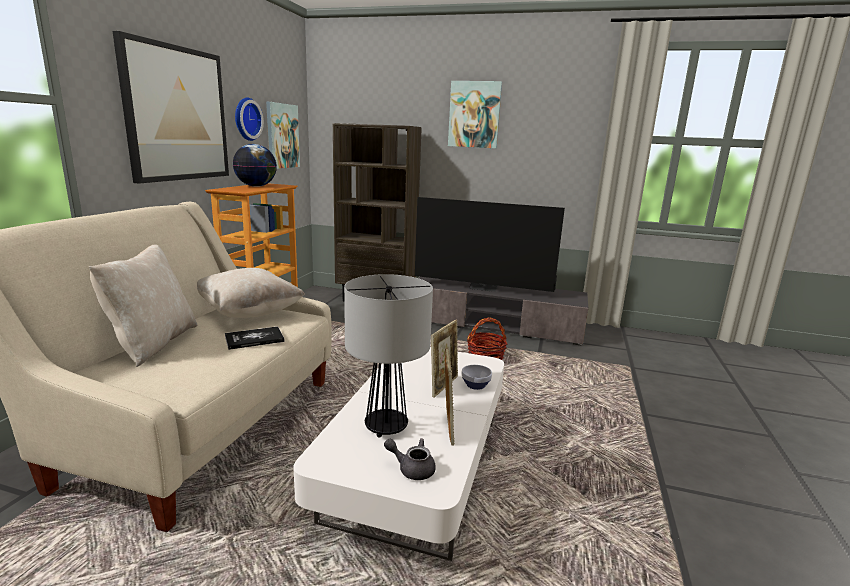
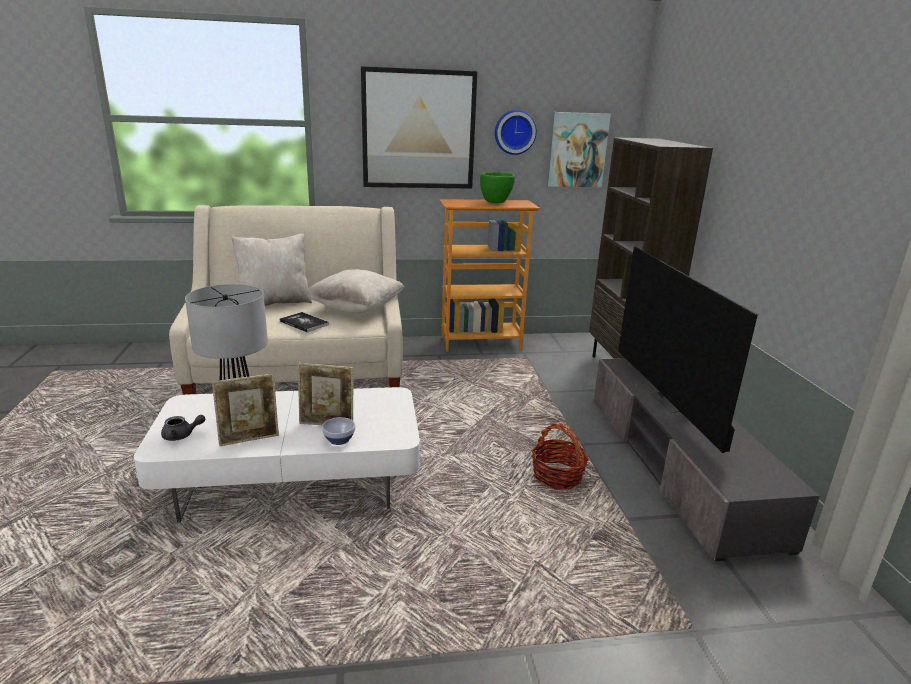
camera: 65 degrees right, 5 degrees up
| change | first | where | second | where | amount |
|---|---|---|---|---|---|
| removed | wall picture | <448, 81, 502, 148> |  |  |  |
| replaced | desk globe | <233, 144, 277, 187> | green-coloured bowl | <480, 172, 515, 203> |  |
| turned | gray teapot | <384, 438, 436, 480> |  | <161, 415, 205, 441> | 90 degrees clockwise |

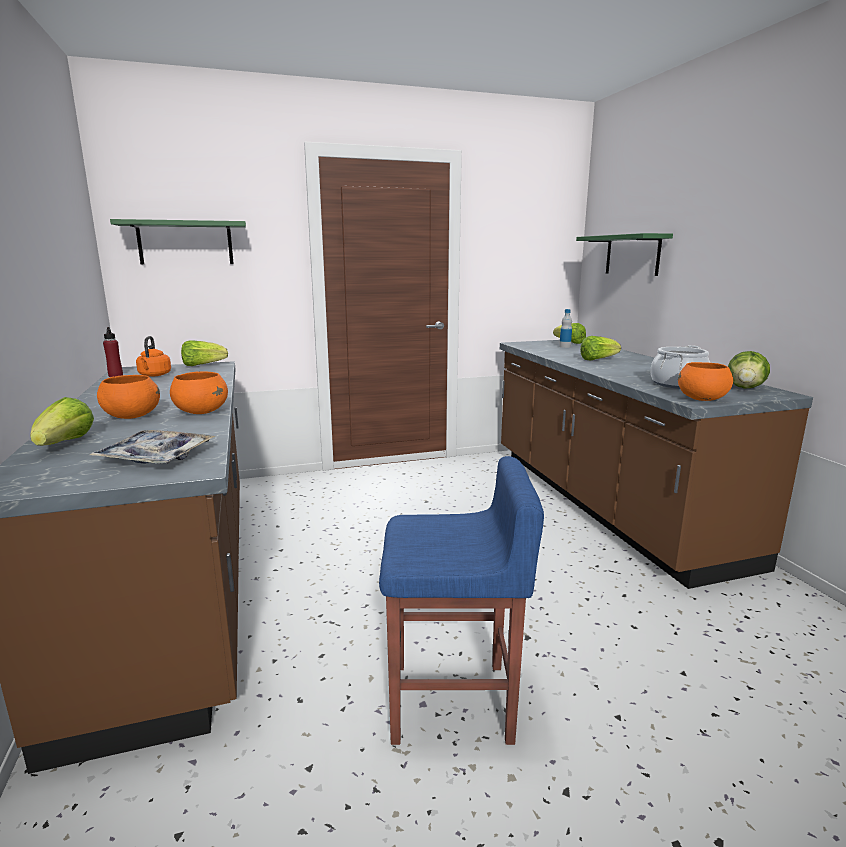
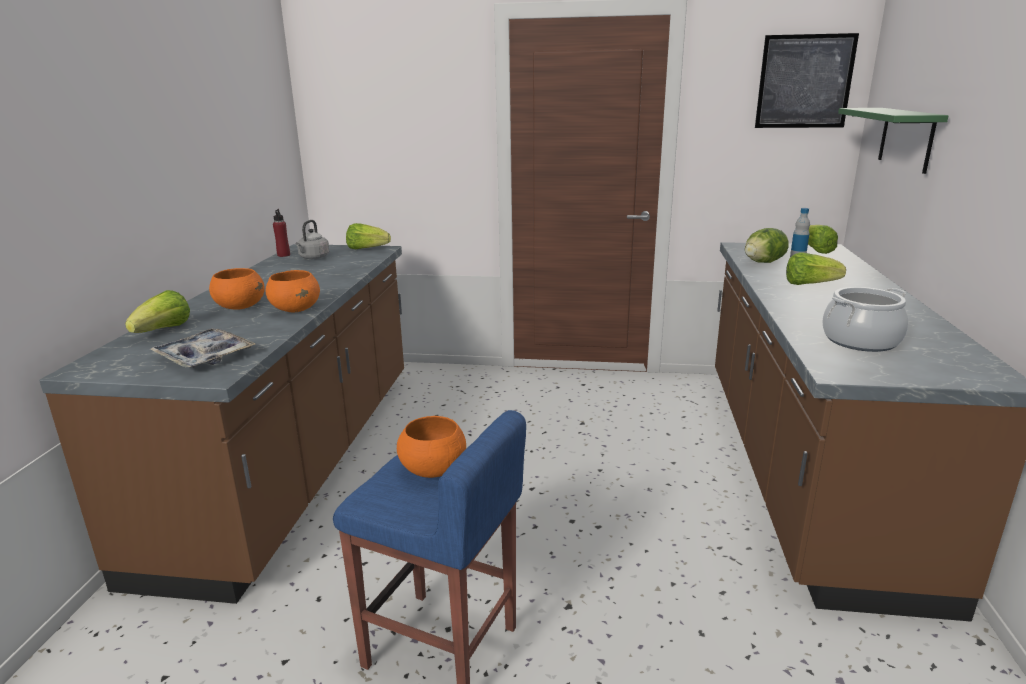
camera: 25 degrees right, 5 degrees up
| change | first | where | second | where | amount |
|---|---|---|---|---|---|
| removed | green-coloured bracket shelf | <110, 219, 246, 264> |  |  |  |
| added |  |  | wall picture | <755, 33, 859, 128> |  |
| moved | orangey bowl | <678, 362, 733, 401> |  | <397, 416, 466, 478> |  |
| moved | head of lettuce | <728, 351, 770, 389> |  | <745, 228, 789, 263> |  |
| recoloured | orangey tea kettle | <136, 336, 171, 377> | gray tea kettle | <295, 220, 329, 259> |  |

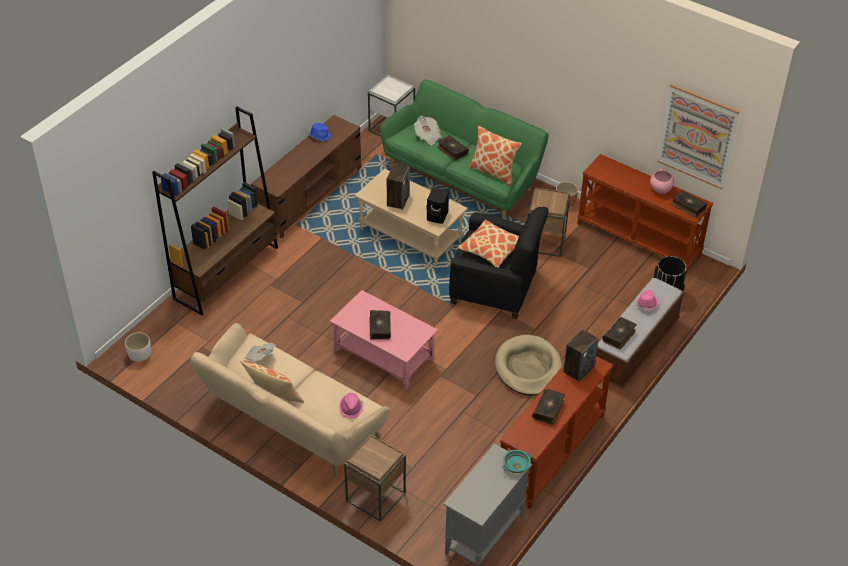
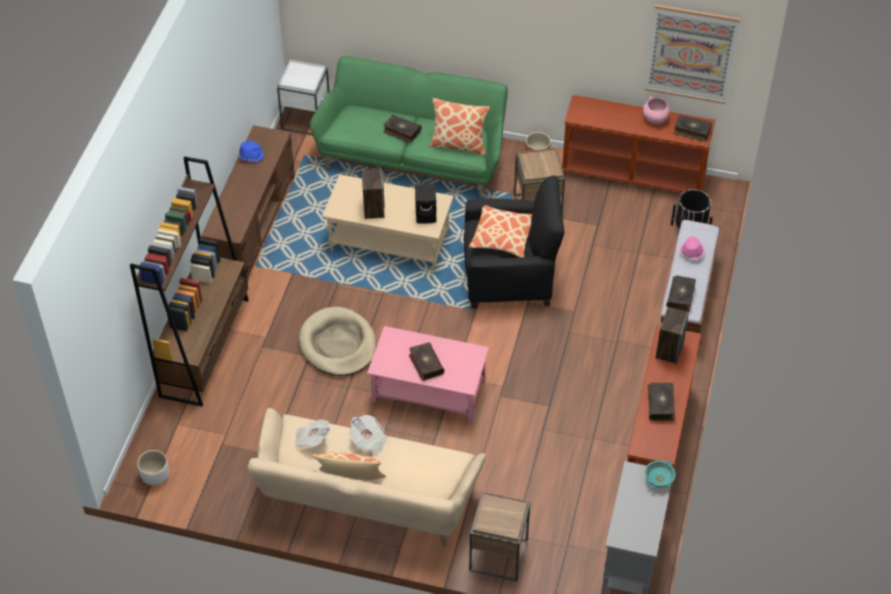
camera: 20 degrees left, 5 degrees up
| change | first | where | second | where | amount |
|---|---|---|---|---|---|
| removed | pink-coloured clothing hat | <339, 393, 363, 418> |  |  |  |
| moved | newspaper | <414, 116, 442, 145> |  | <349, 415, 388, 455> |  |
| moved | sand-coloured pet bed | <495, 335, 562, 396> |  | <299, 307, 376, 376> |  |

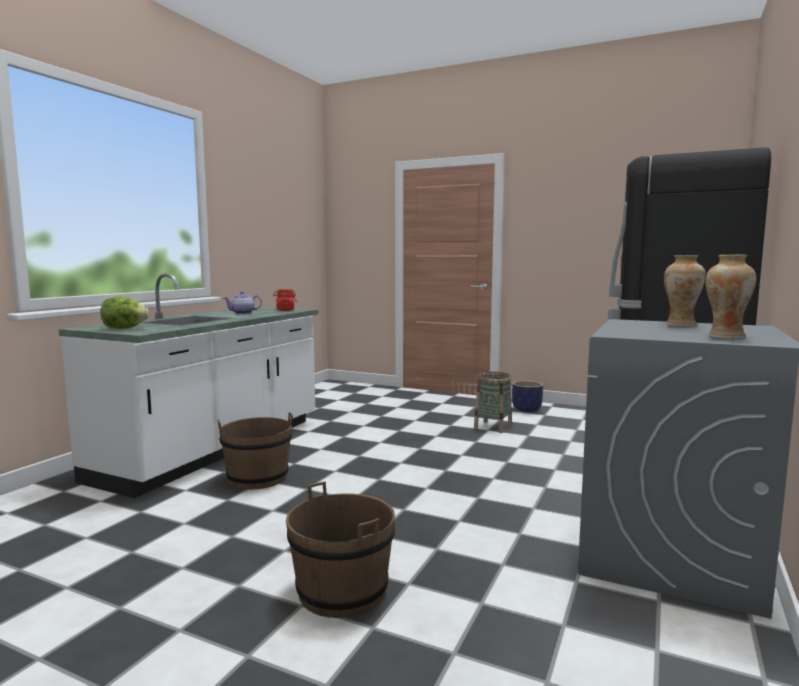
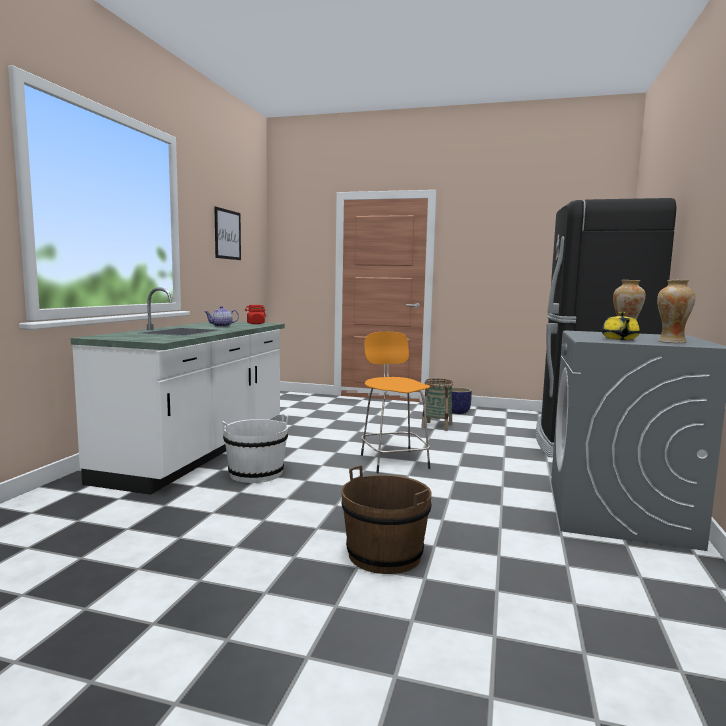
camera: 10 degrees left, 0 degrees up
| change | first | where | second | where | amount |
|---|---|---|---|---|---|
| removed | head of lettuce | <100, 297, 149, 329> |  |  |  |
| added |  |  | wall picture | <214, 207, 241, 260> |  |
| added |  |  | orangey stool | <361, 332, 430, 473> |  |
| added |  |  | yellow-coloured teapot | <602, 312, 640, 340> |  |
| recoloured | brown-coloured pail | <217, 412, 293, 490> | white-coloured pail | <222, 414, 288, 483> |  |

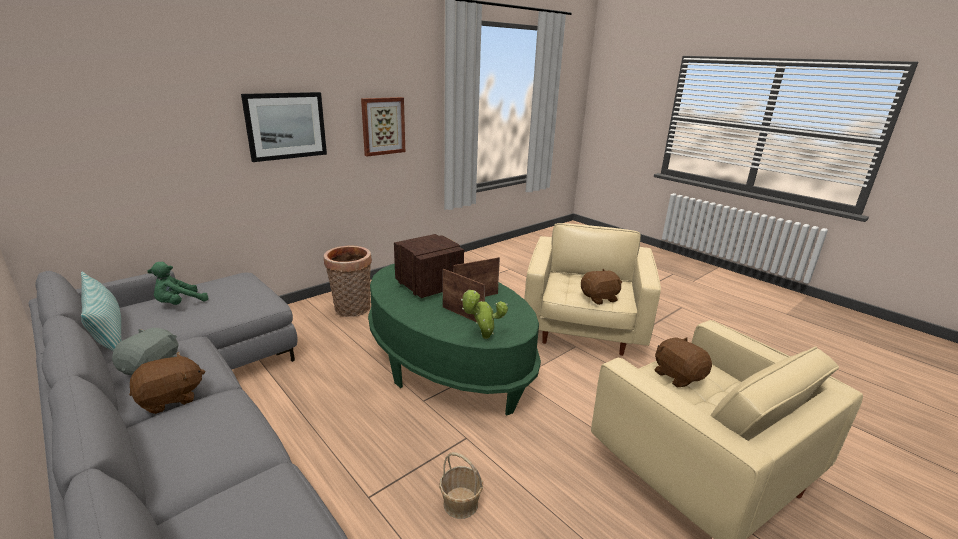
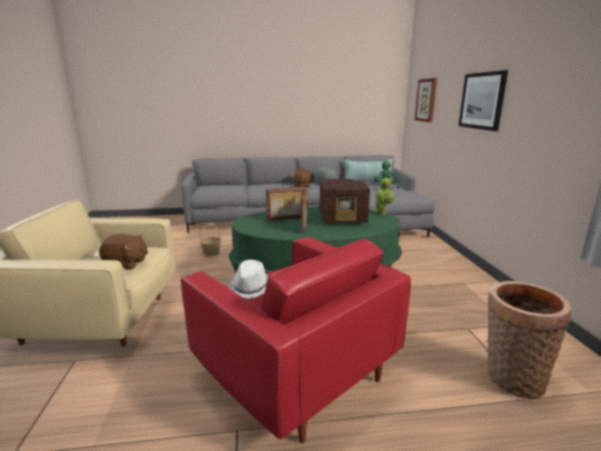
camera: 125 degrees right, 5 degrees down
| change | first | where | second | where | amount |
|---|---|---|---|---|---|
| moved | household basket | <324, 245, 372, 317> |  | <487, 281, 571, 399> |  |
| moved | wall picture | <361, 97, 405, 156> |  | <415, 78, 437, 122> |  |
| moved | potted plant | <461, 290, 508, 339> |  | <375, 177, 394, 215> |  |
| replaced | brown-coloured cuddly toy | <581, 269, 622, 305> | white-coloured clothing hat | <229, 260, 269, 299> |  |
| recoloured | sand-coloured armchair | <524, 223, 661, 356> | red-coloured armchair | <181, 237, 411, 443> |  |

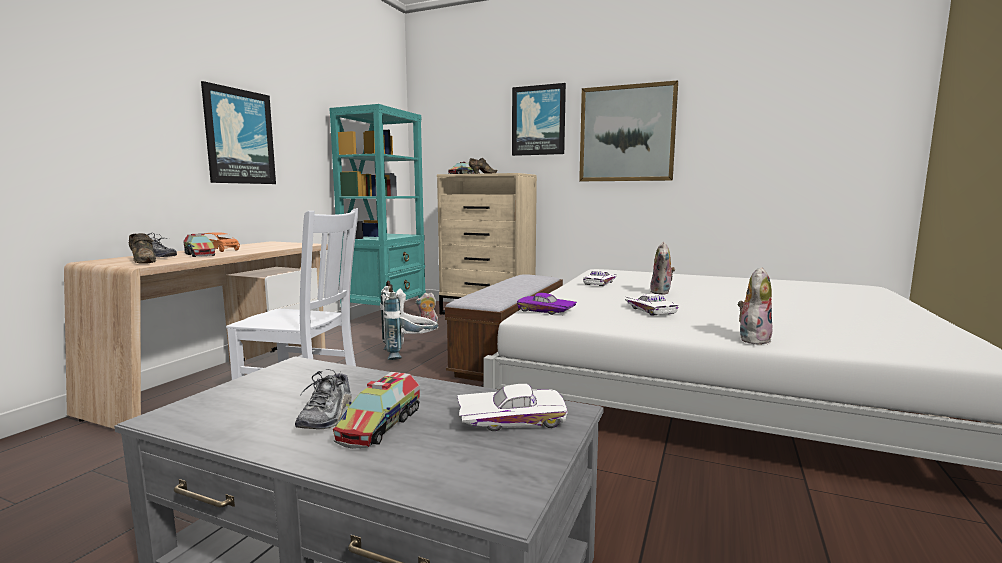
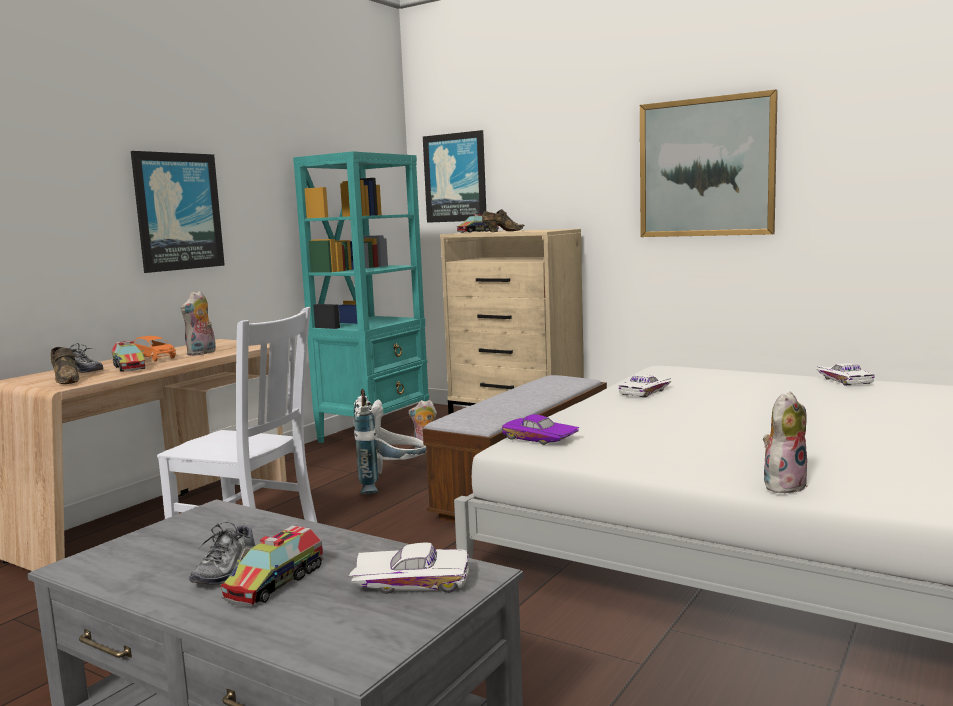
camera: 10 degrees right, 0 degrees up
| change | first | where | second | where | amount |
|---|---|---|---|---|---|
| moved | wall picture | <512, 83, 566, 156> |  | <423, 130, 486, 223> |  |
| moved | white-coloured miniature car | <625, 294, 678, 316> |  | <816, 363, 875, 386> |  |
| moved | cuddly toy | <650, 242, 675, 295> |  | <181, 291, 216, 356> |  |

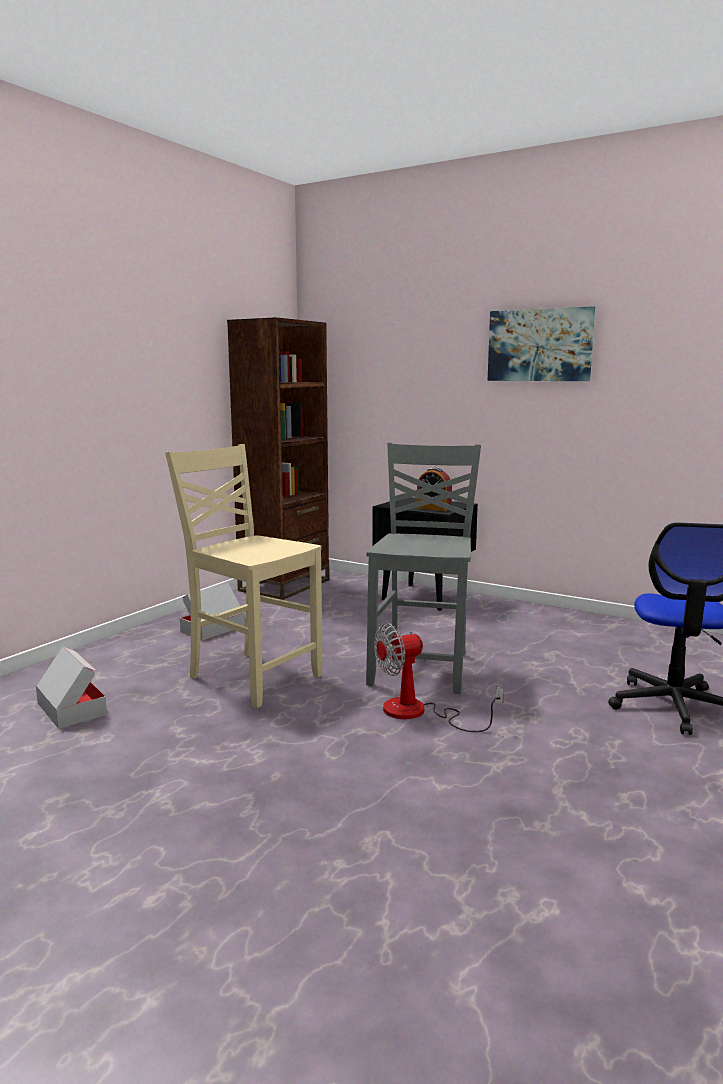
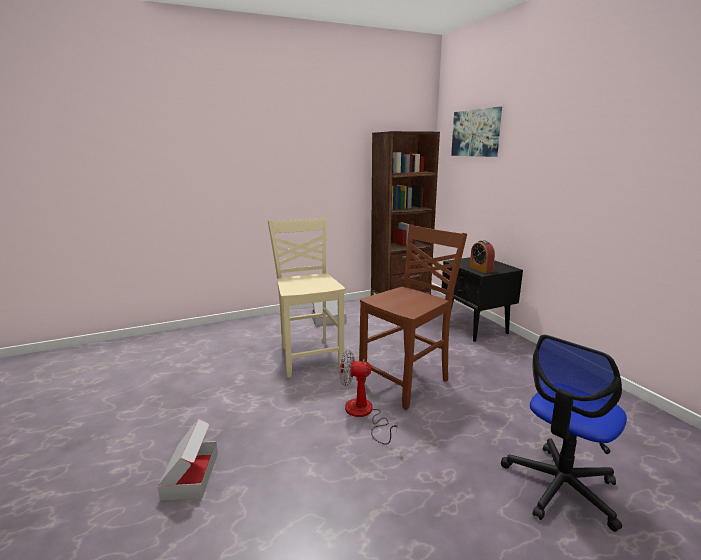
camera: 35 degrees right, 5 degrees up
| change | first | where | second | where | amount |
|---|---|---|---|---|---|
| moved | carton | <36, 646, 107, 729> |  | <158, 419, 218, 500> |  |
| moved | wall picture | <487, 306, 595, 381> |  | <451, 107, 502, 157> |  |
| recoloured | gray plain chair | <366, 443, 481, 694> | brown-coloured plain chair | <359, 224, 467, 410> |  |

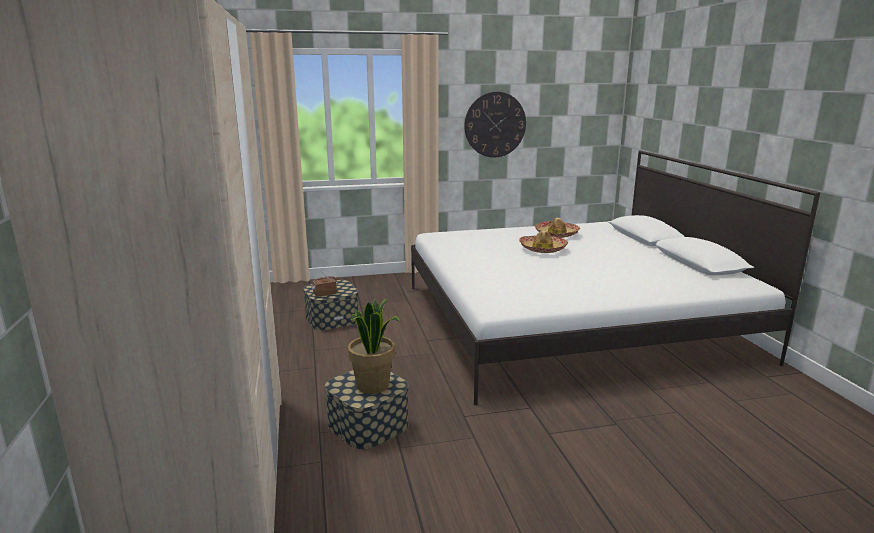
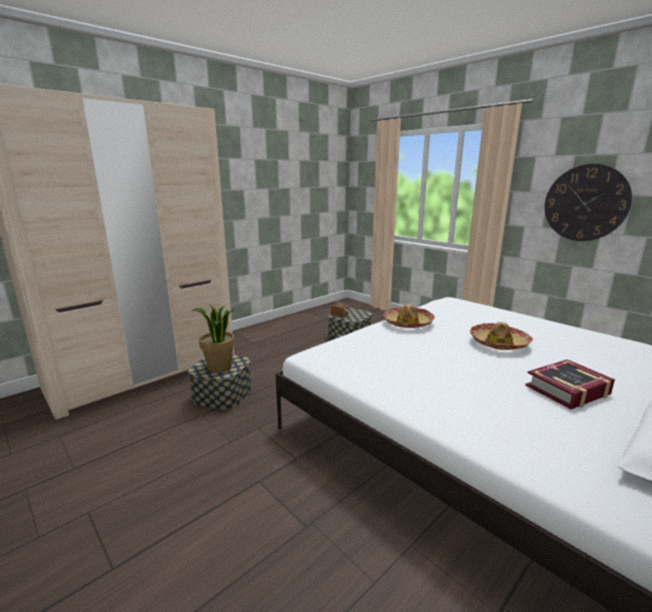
camera: 60 degrees right, 0 degrees up
| change | first | where | second | where | amount |
|---|---|---|---|---|---|
| added |  |  | bound book | <525, 359, 615, 409> |  |
| moved | clothing hat | <535, 217, 580, 238> |  | <383, 304, 435, 328> |  |

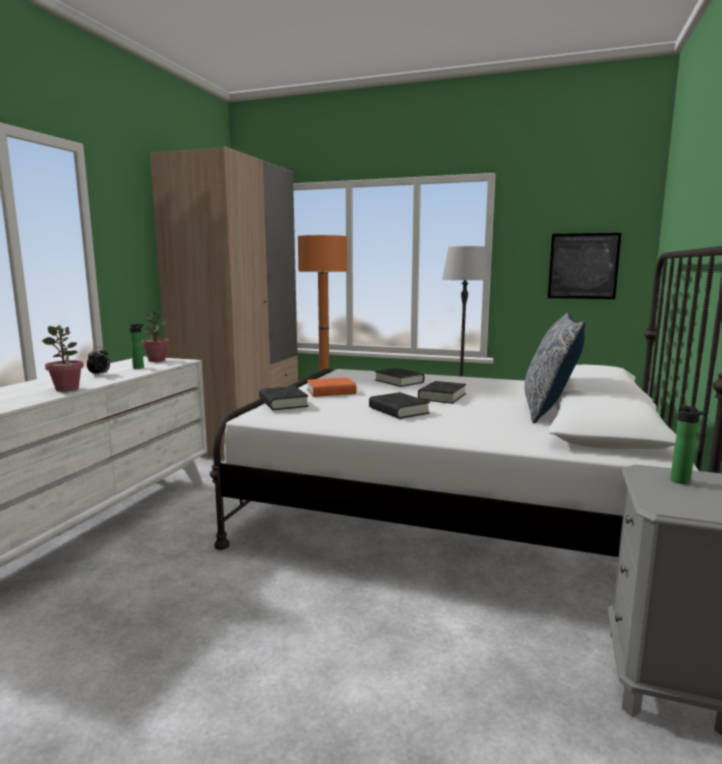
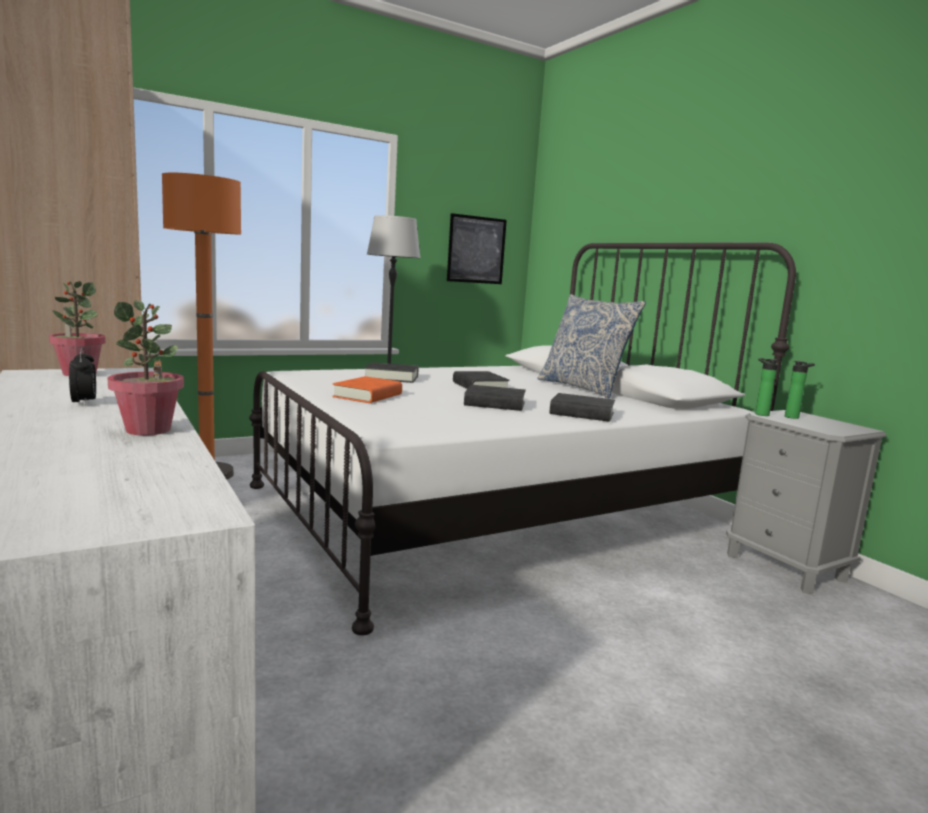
camera: 50 degrees left, 0 degrees up
| change | first | where | second | where | amount |
|---|---|---|---|---|---|
| moved | drink bottle | <129, 324, 144, 369> |  | <755, 358, 778, 416> |  |
| moved | blackish bound book | <259, 386, 309, 410> |  | <550, 393, 615, 422> |  |

